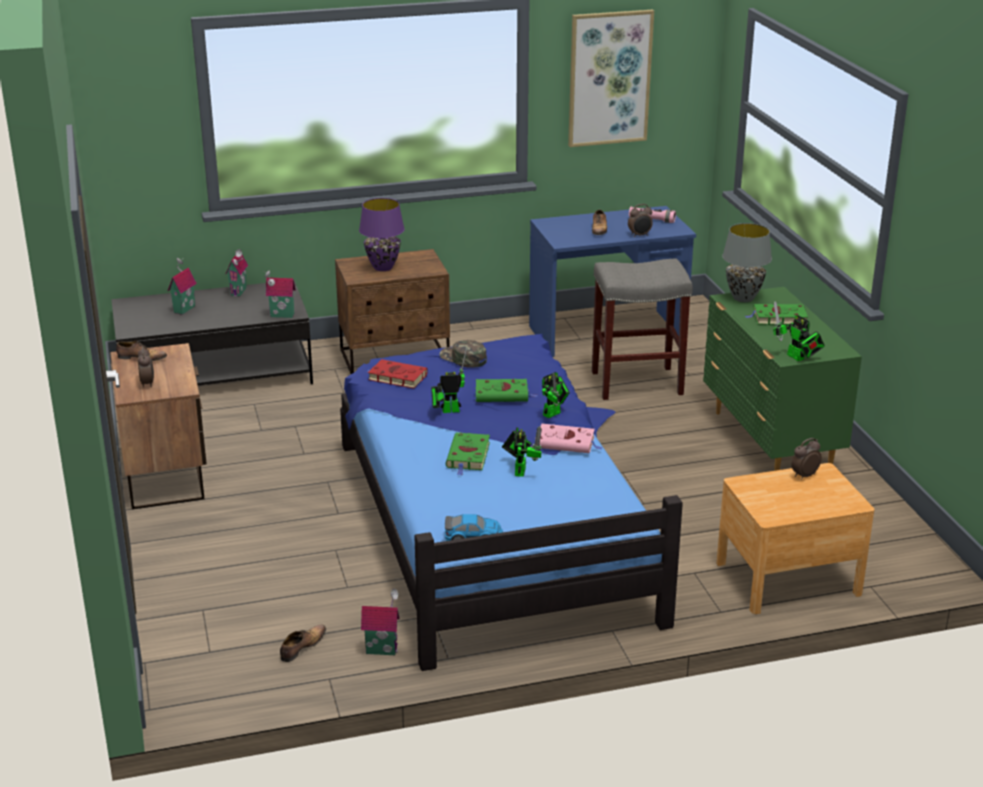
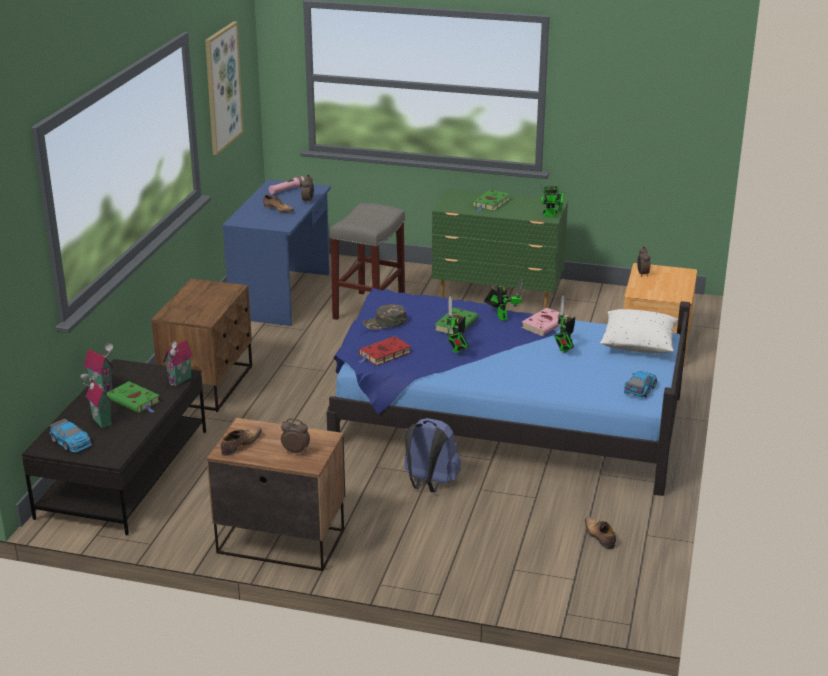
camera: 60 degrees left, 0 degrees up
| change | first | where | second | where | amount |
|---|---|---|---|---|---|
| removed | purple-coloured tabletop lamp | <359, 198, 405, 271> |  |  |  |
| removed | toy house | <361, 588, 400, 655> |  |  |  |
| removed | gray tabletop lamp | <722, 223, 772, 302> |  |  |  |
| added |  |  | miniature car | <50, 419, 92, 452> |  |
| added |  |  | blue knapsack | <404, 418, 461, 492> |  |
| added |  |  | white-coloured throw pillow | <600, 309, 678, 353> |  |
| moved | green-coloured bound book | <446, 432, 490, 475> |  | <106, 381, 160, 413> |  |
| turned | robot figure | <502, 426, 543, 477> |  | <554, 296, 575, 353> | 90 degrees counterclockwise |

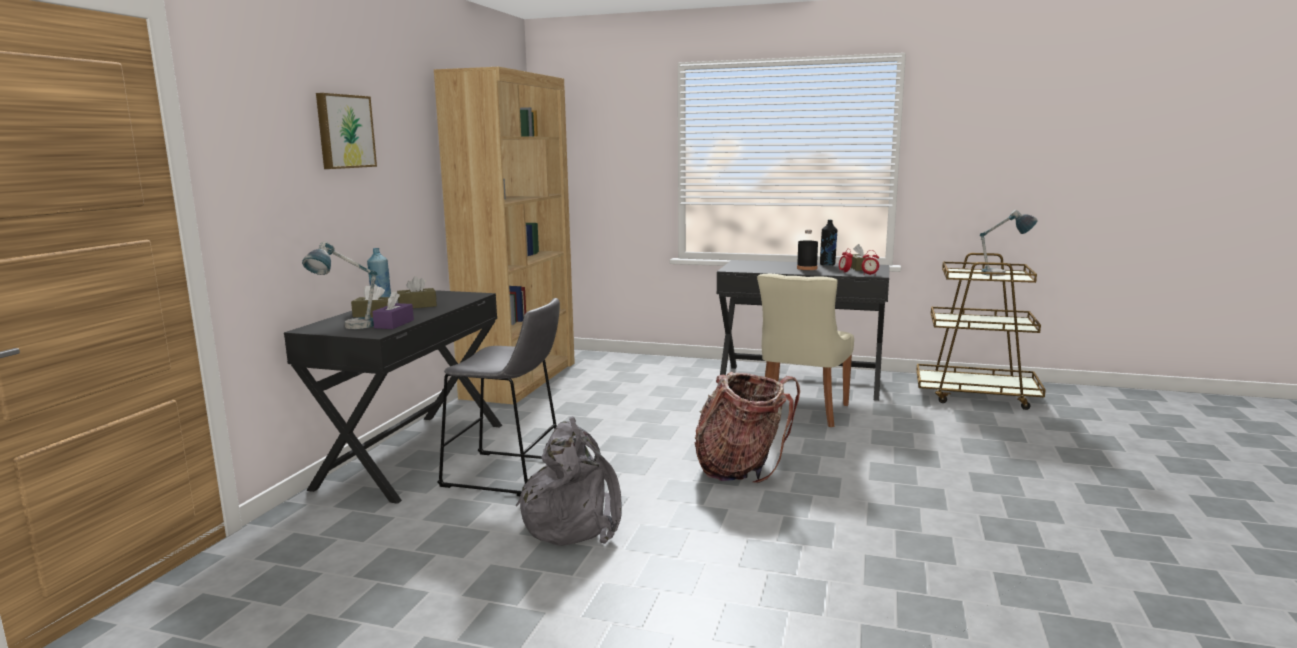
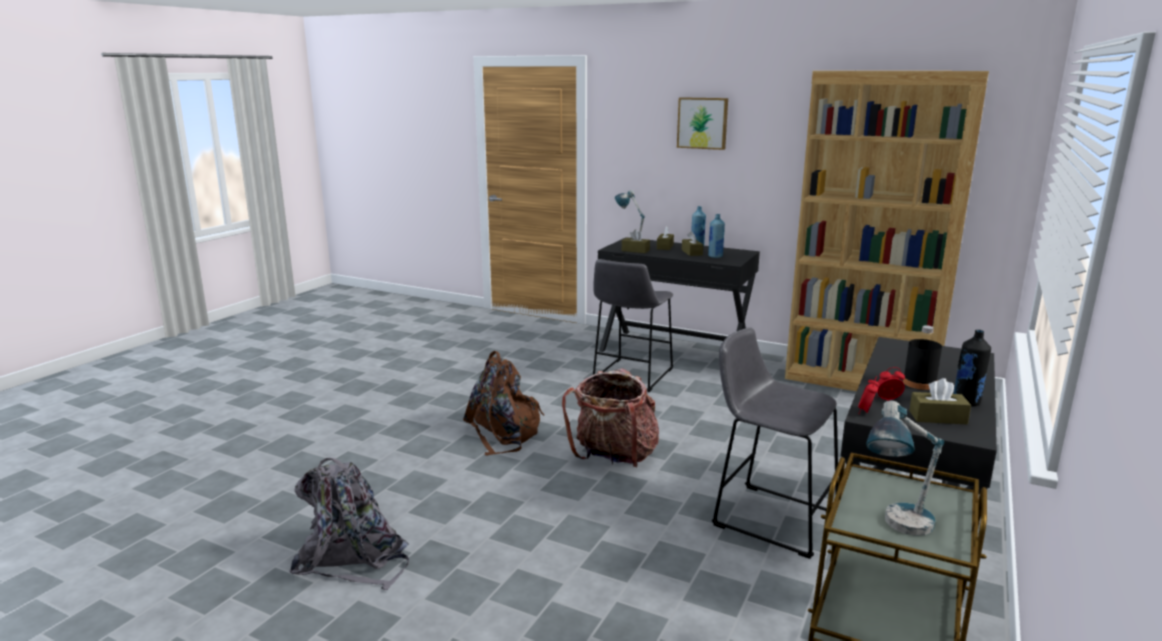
camera: 100 degrees right, 5 degrees up
| change | first | where | second | where | amount |
|---|---|---|---|---|---|
| added |  |  | brown-coloured knapsack | <463, 351, 545, 456> |  |
| added |  |  | blue drink bottle | <708, 214, 725, 258> |  |
| moved | gray knapsack | <516, 416, 622, 546> |  | <289, 458, 409, 590> |  |
| replaced | sand-coloured plain chair | <757, 274, 854, 427> | gray stool | <712, 327, 838, 559> |  |
| recoloured | purple-coloured box of tissues | <372, 291, 414, 329> | brown-coloured box of tissues | <622, 230, 650, 253> |  |

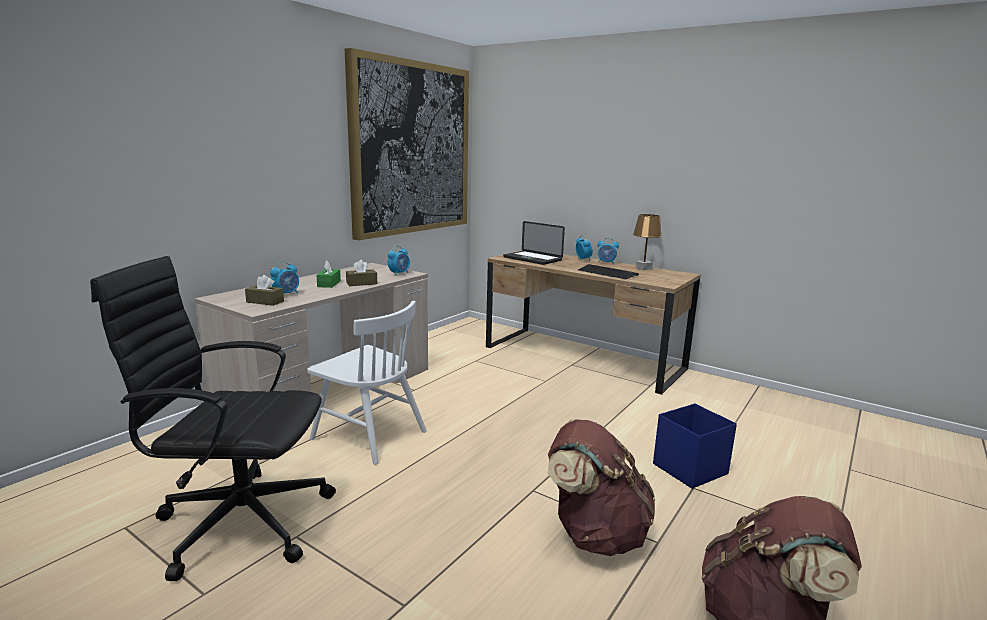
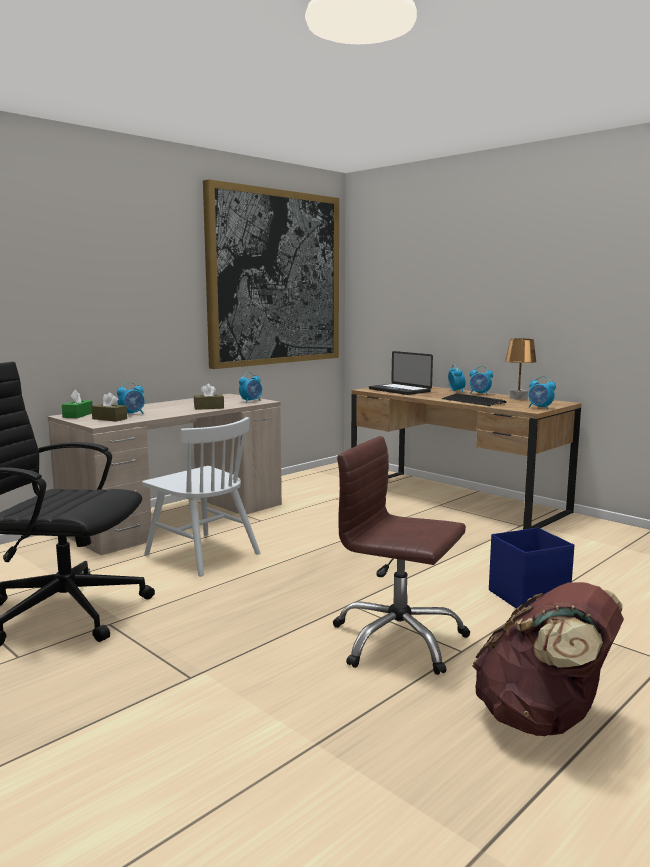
camera: 10 degrees right, 5 degrees down
| change | first | where | second | where | amount |
|---|---|---|---|---|---|
| added |  |  | bedside clock | <528, 376, 556, 410> |  |
| moved | green-coloured box of tissues | <317, 261, 341, 288> |  | <62, 390, 93, 418> |  |
| replaced | brown-coloured knapsack | <548, 419, 655, 556> | brown-coloured computer chair | <333, 436, 470, 675> |  |

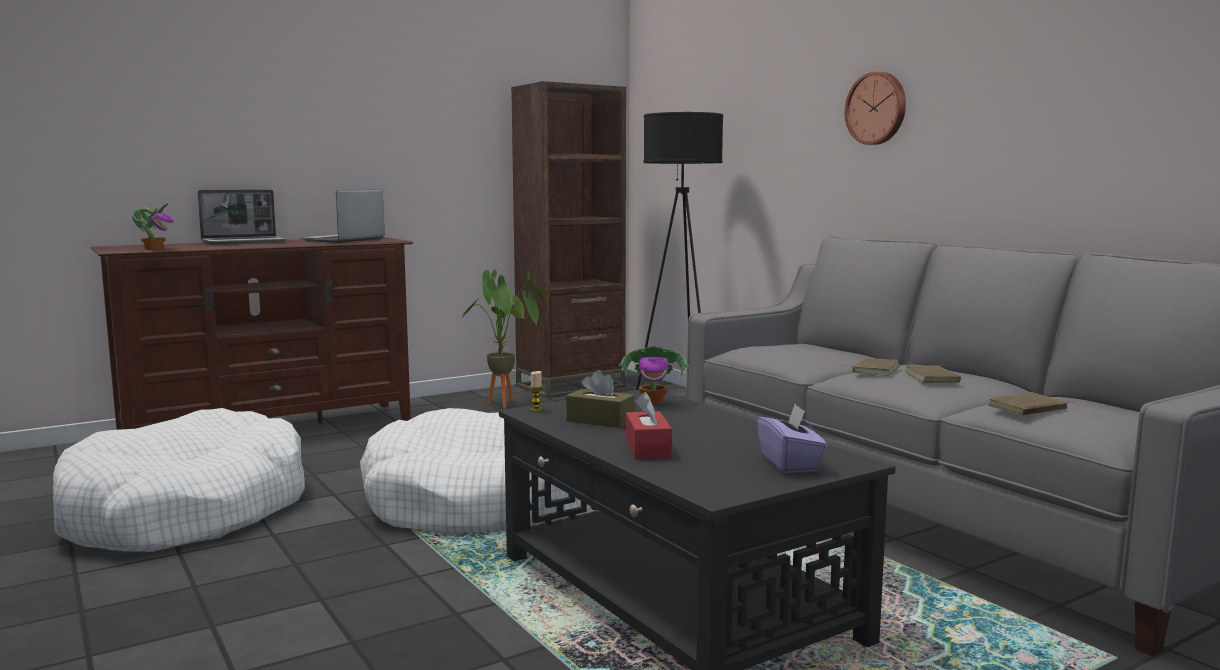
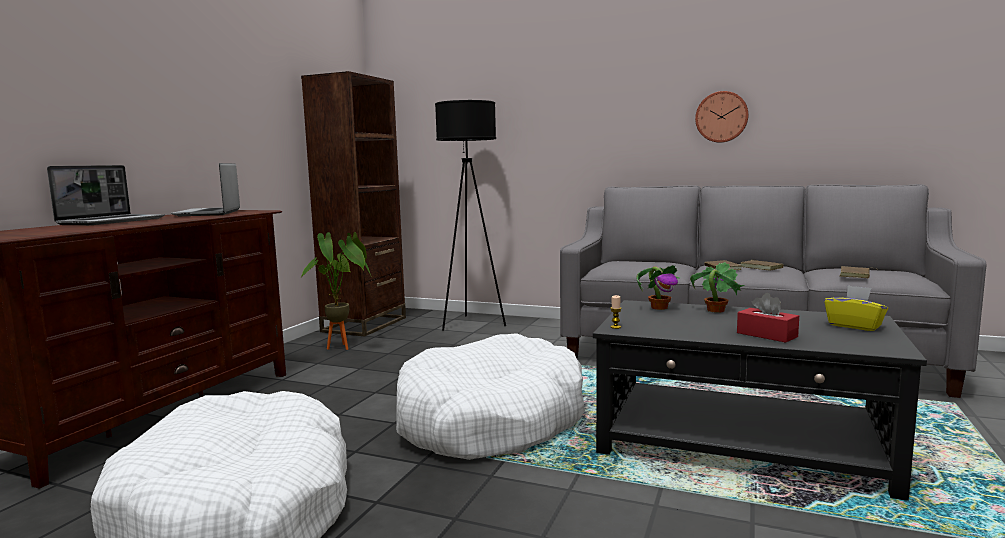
camera: 35 degrees left, 0 degrees up
| change | first | where | second | where | amount |
|---|---|---|---|---|---|
| removed | brown-coloured box of tissues | <566, 370, 634, 428> |  |  |  |
| moved | potted plant | <132, 203, 173, 250> |  | <690, 262, 745, 313> |  |
| moved | wall clock | <845, 72, 906, 145> |  | <695, 91, 749, 143> |  |
| recoloured | purple-coloured box of tissues | <757, 404, 827, 473> | yellow-coloured box of tissues | <824, 285, 888, 331> |  |

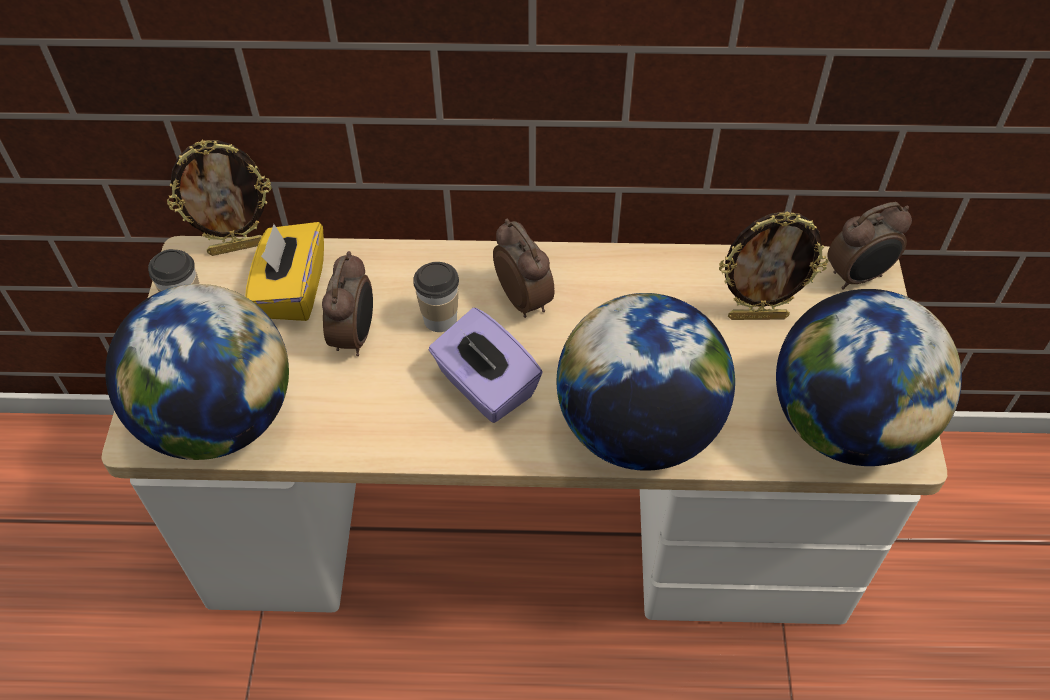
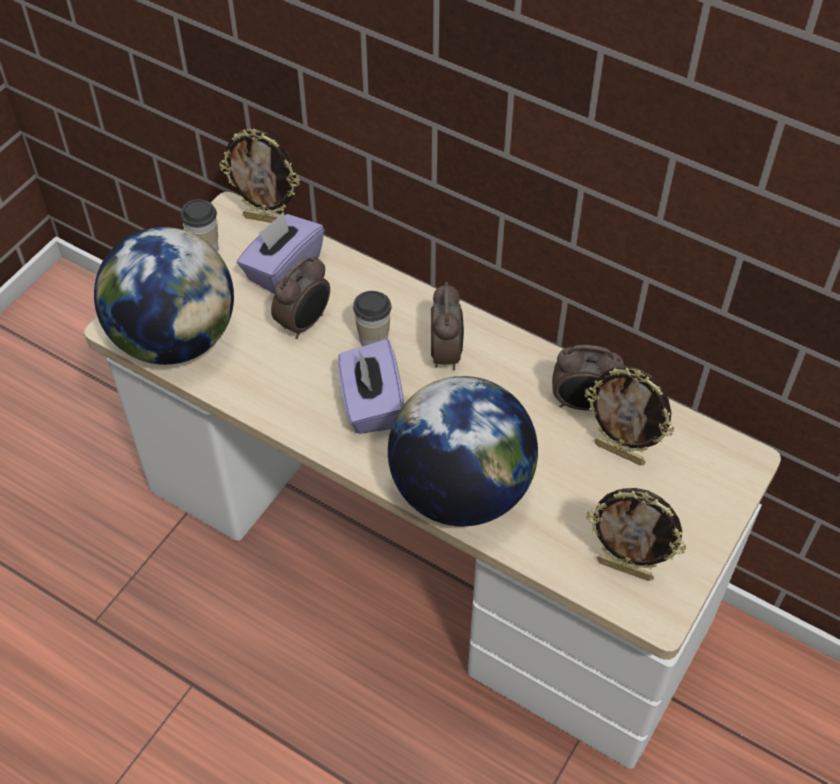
camera: 30 degrees right, 0 degrees up
| change | first | where | second | where | amount |
|---|---|---|---|---|---|
| moved | bedside clock | <827, 202, 912, 290> |  | <552, 345, 624, 410> |  |
| replaced | desk globe | <776, 289, 962, 466> | standing frame | <586, 488, 686, 581> |  |
| recoloured | yellow-coloured box of tissues | <245, 222, 324, 321> | purple-coloured box of tissues | <237, 212, 324, 294> |  |

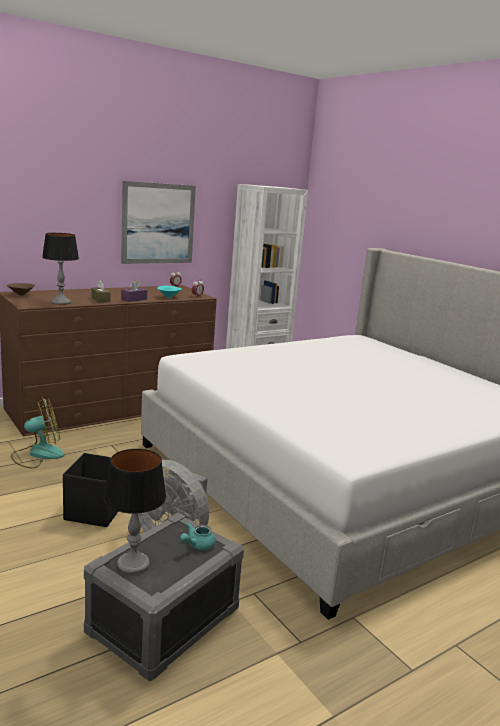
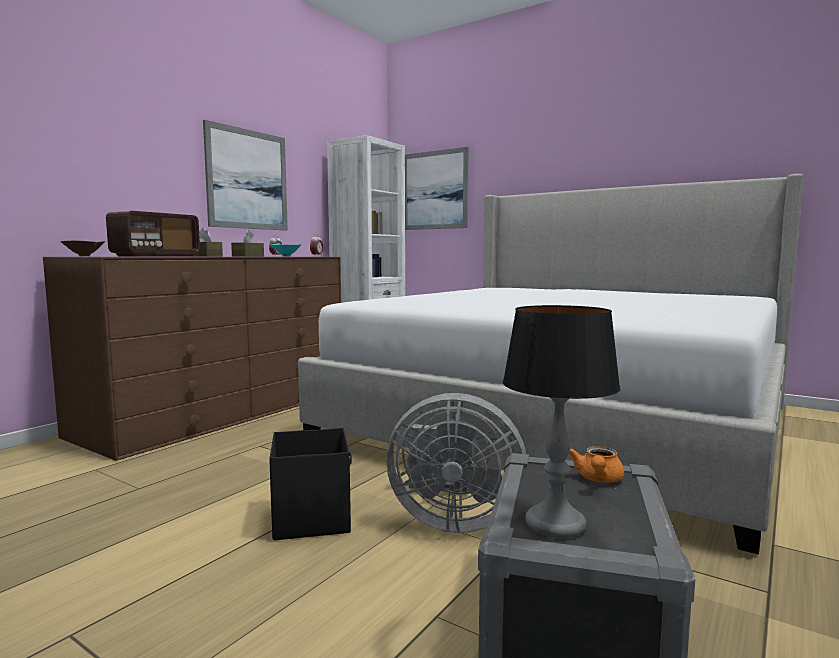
camera: 20 degrees left, 10 degrees down
| change | first | where | second | where | amount |
|---|---|---|---|---|---|
| removed | electric fan | <11, 398, 64, 468> |  |  |  |
| added |  |  | wall picture | <405, 147, 469, 230> |  |
| replaced | tabletop lamp | <42, 233, 79, 305> | radio | <106, 211, 200, 256> |  |
| recoloured | purple-coloured box of tissues | <121, 280, 147, 302> | brown-coloured box of tissues | <231, 230, 264, 256> |  |
| recoloured | turquoise teapot | <180, 523, 216, 550> | orangey teapot | <569, 446, 624, 483> |  |

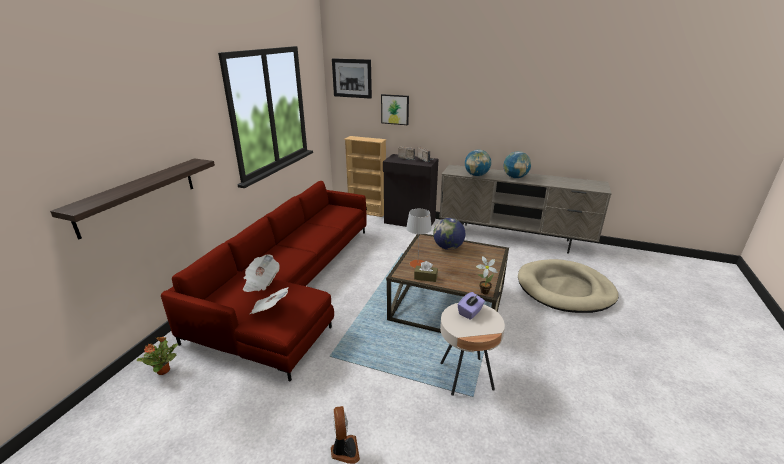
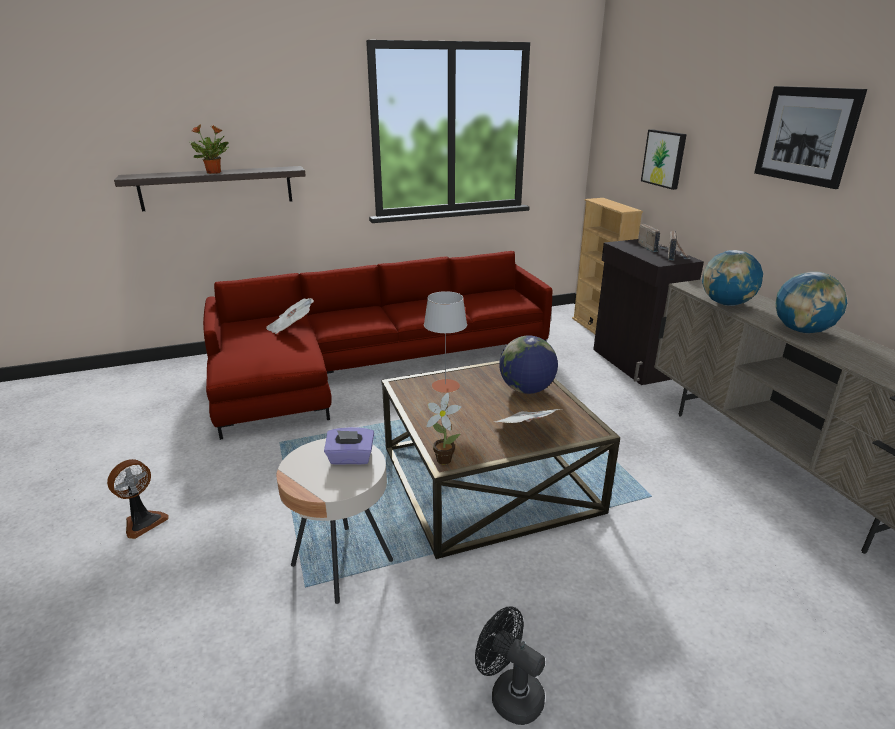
camera: 50 degrees right, 0 degrees up
| change | first | where | second | where | amount |
|---|---|---|---|---|---|
| removed | brown-coloured box of tissues | <414, 261, 438, 282> |  |  |  |
| removed | sand-coloured pet bed | <518, 259, 619, 313> |  |  |  |
| added |  |  | blackish electric fan | <475, 606, 545, 725> |  |
| moved | potted plant | <137, 337, 178, 375> |  | <188, 125, 229, 174> |  |
| moved | newspaper | <250, 287, 289, 314> |  | <494, 409, 561, 423> |  |
| moved | wall picture | <332, 58, 372, 99> |  | <754, 86, 867, 189> |  |

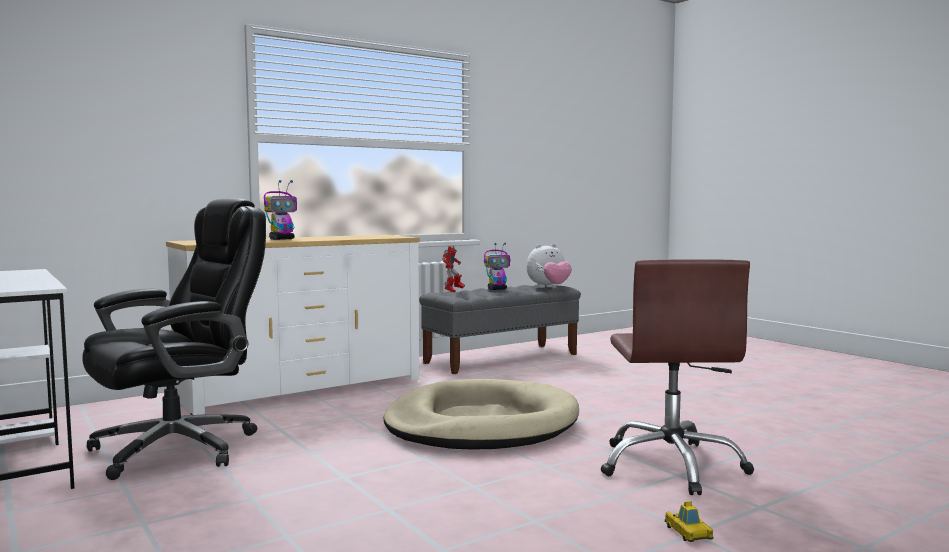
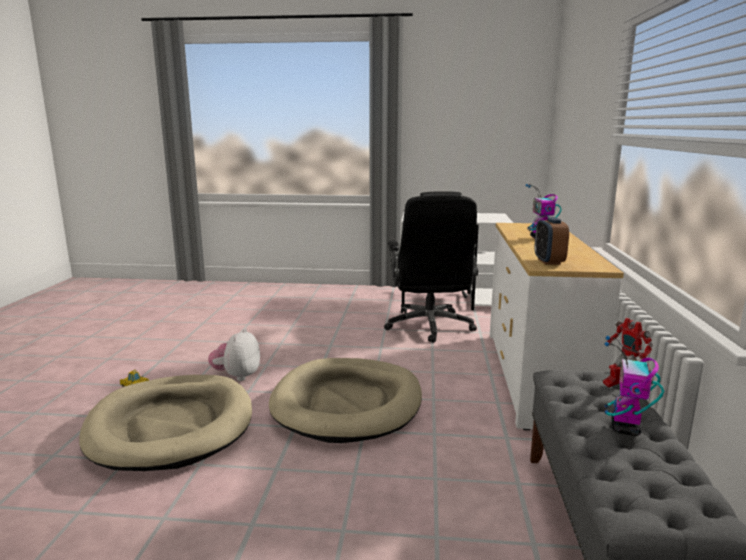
camera: 130 degrees right, 10 degrees up
| change | first | where | second | where | amount |
|---|---|---|---|---|---|
| added |  |  | bedside clock | <535, 217, 569, 265> |  |
| moved | cuddly toy | <527, 244, 572, 288> |  | <208, 328, 260, 381> |  |
| replaced | brown-coloured computer chair | <601, 259, 754, 495> | sand-coloured pet bed | <79, 375, 252, 471> |  |

